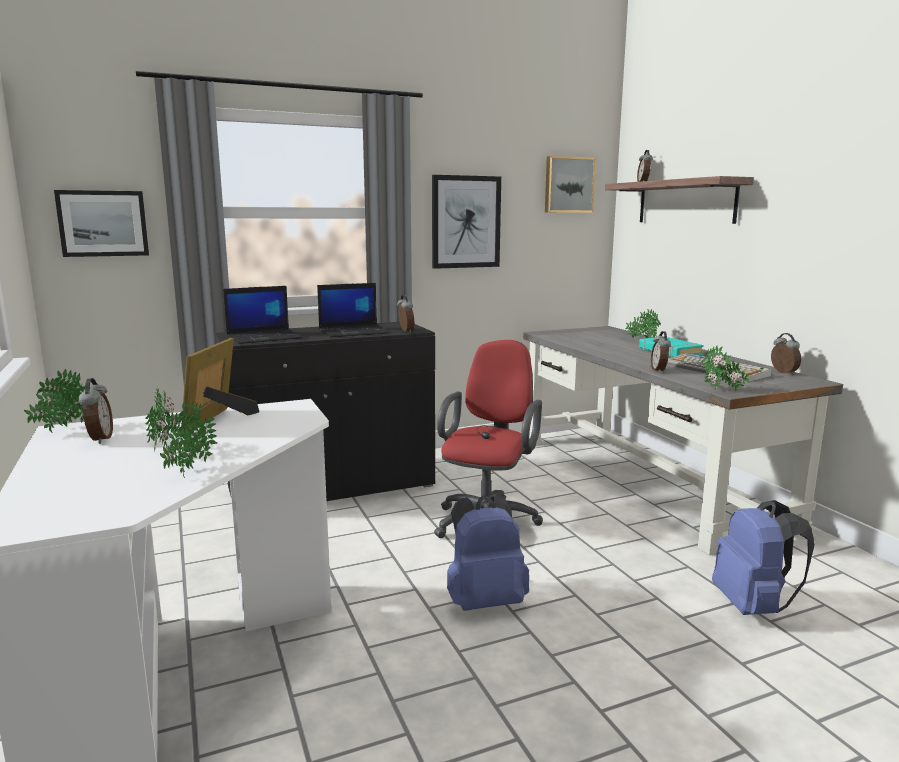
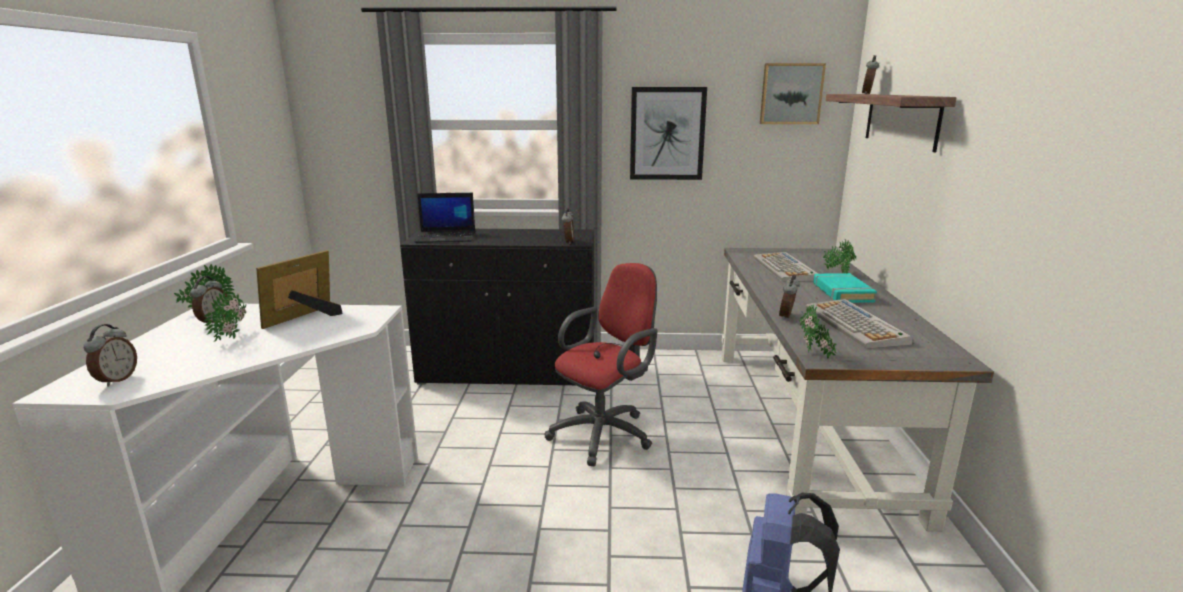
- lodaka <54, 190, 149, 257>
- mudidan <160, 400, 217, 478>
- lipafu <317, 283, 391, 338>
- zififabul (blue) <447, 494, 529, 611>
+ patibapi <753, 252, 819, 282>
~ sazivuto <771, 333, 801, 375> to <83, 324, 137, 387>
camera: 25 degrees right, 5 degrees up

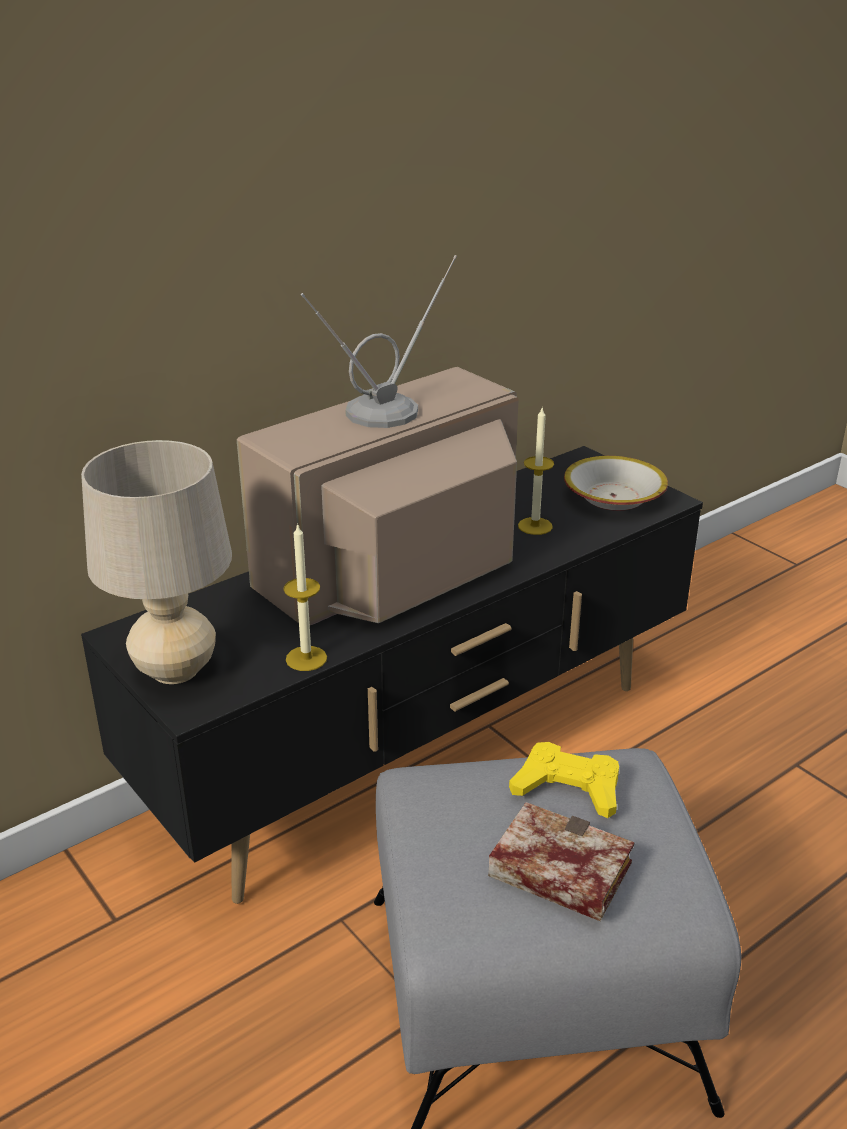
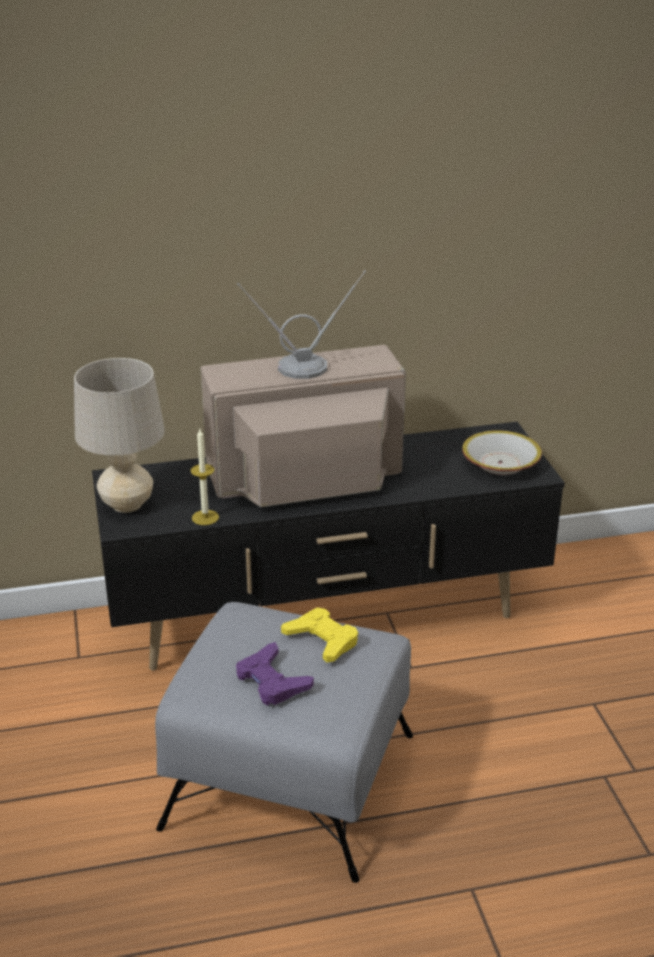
- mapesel <518, 406, 554, 535>
~ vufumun <488, 802, 634, 921> to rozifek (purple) <236, 642, 314, 705>
camera: 25 degrees right, 0 degrees up

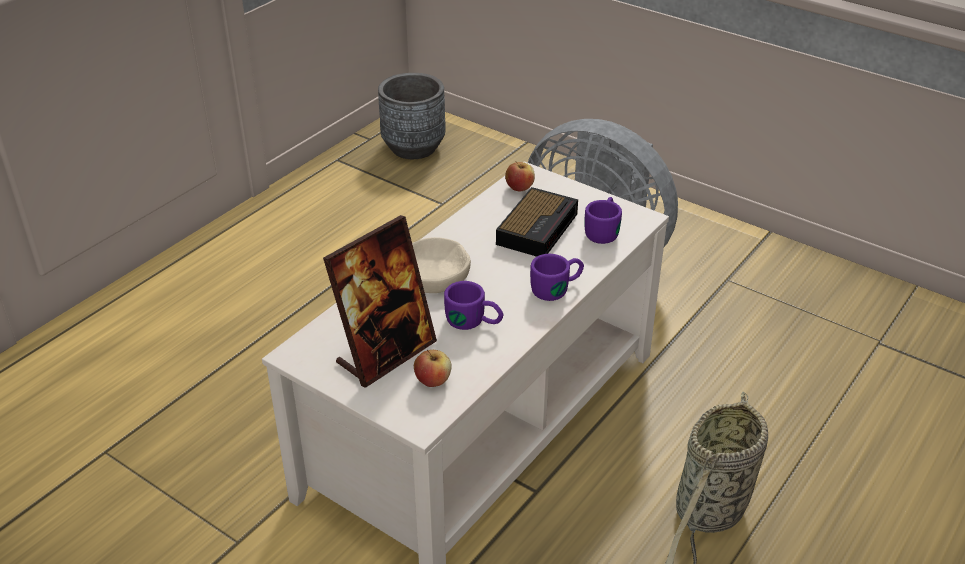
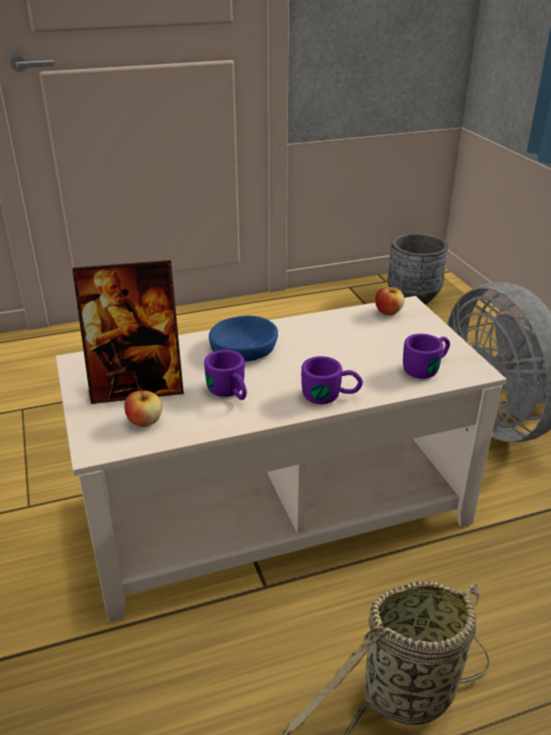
- sazivuto <496, 187, 578, 257>
~ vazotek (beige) <412, 237, 471, 293> to vazotek (blue) <209, 316, 278, 362>
camera: 35 degrees right, 5 degrees down

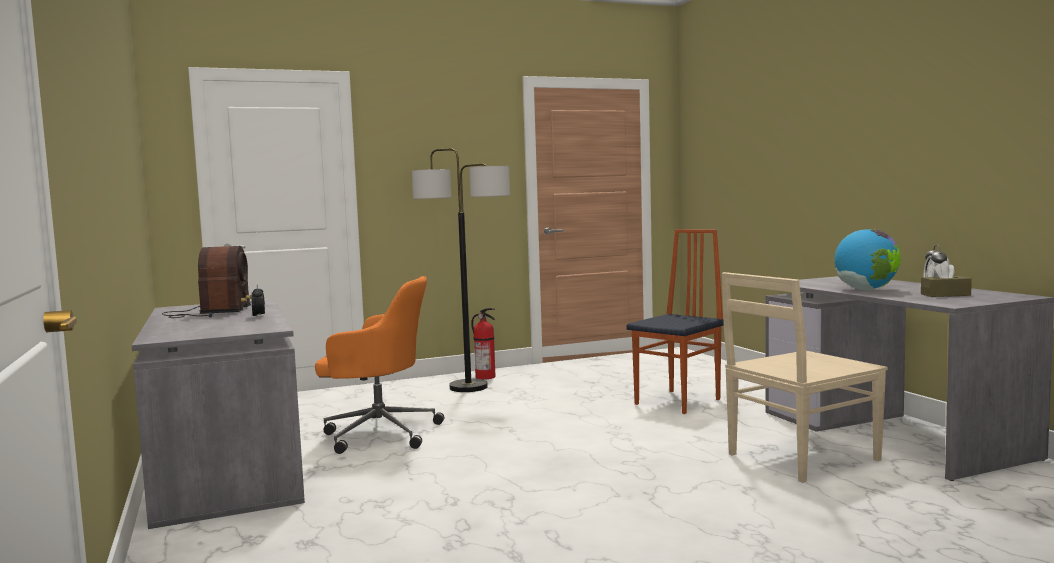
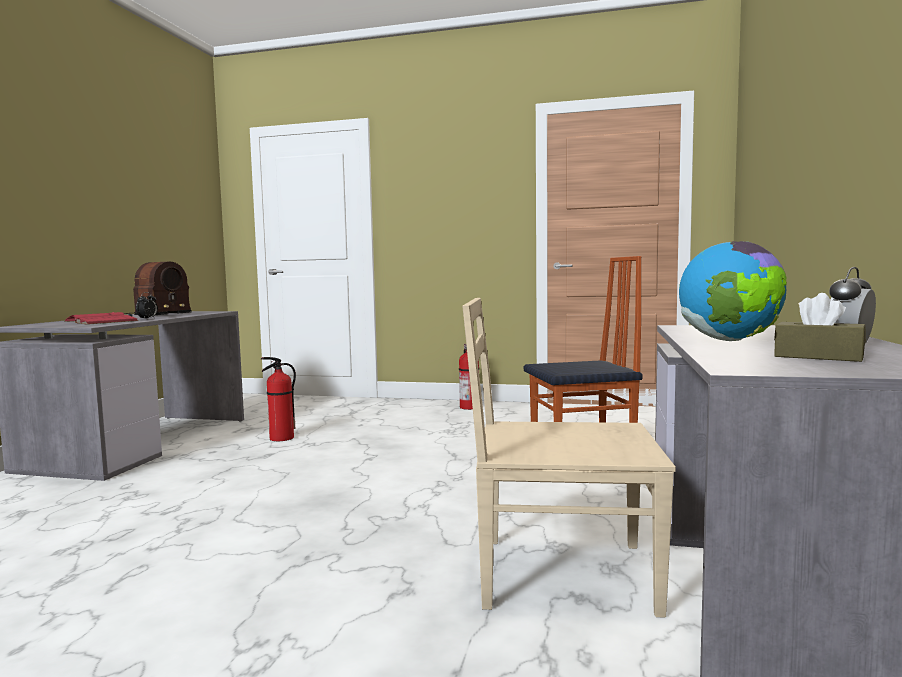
- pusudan <412, 148, 510, 392>
+ vufumun (red) <64, 312, 138, 325>
~ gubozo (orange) <315, 276, 444, 454> to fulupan <261, 357, 296, 441>
camera: 35 degrees right, 0 degrees up

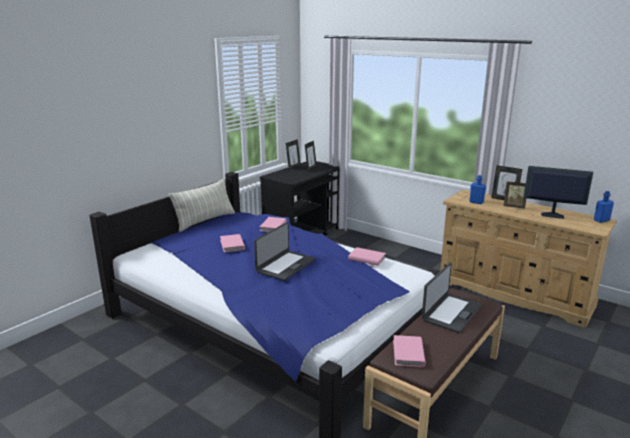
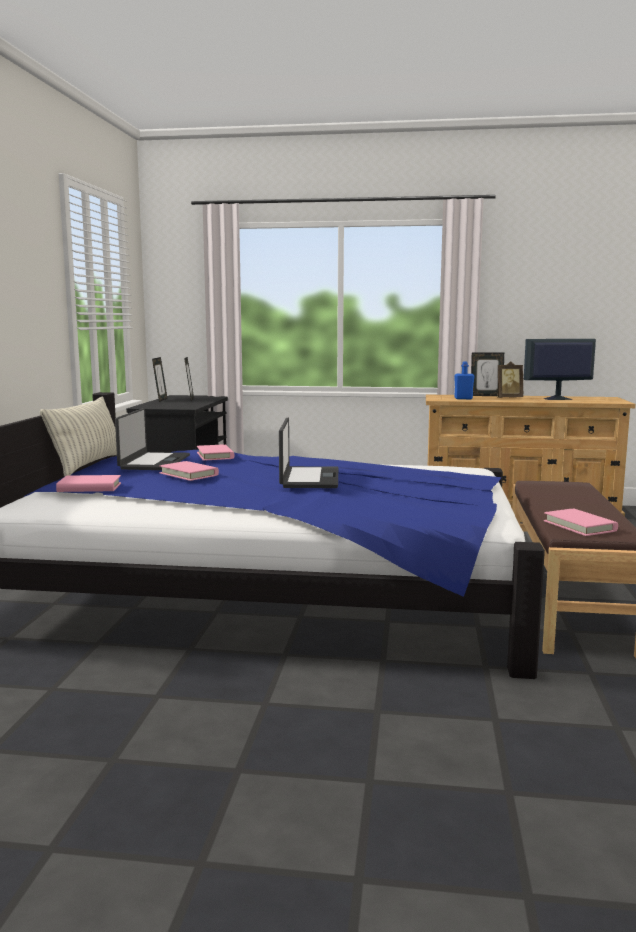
- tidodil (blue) <594, 191, 614, 223>
~ vufumun (pink) <348, 247, 386, 266> to <56, 475, 121, 492>
~ lipafu <422, 263, 482, 333> to <115, 408, 190, 470>
camera: 30 degrees left, 10 degrees down

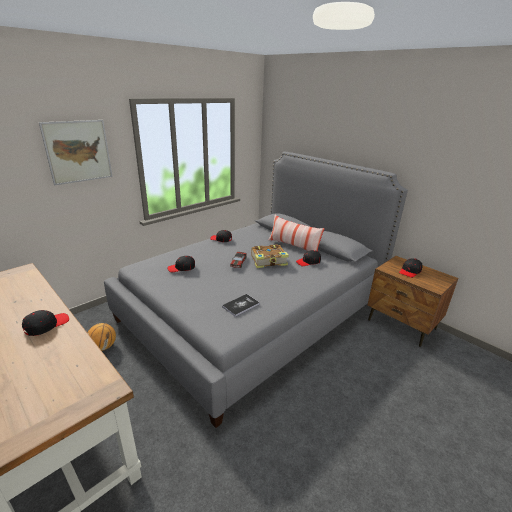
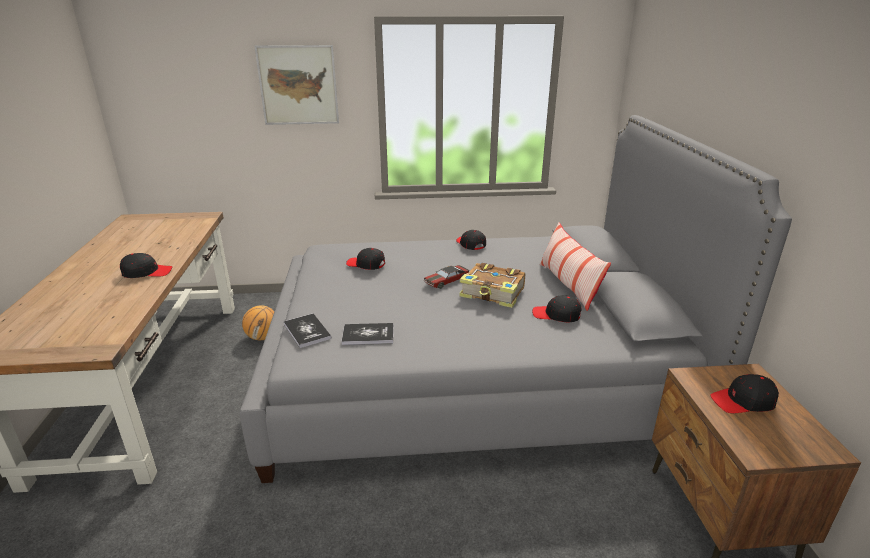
+ vufumun <284, 314, 331, 348>
camera: 40 degrees right, 0 degrees up

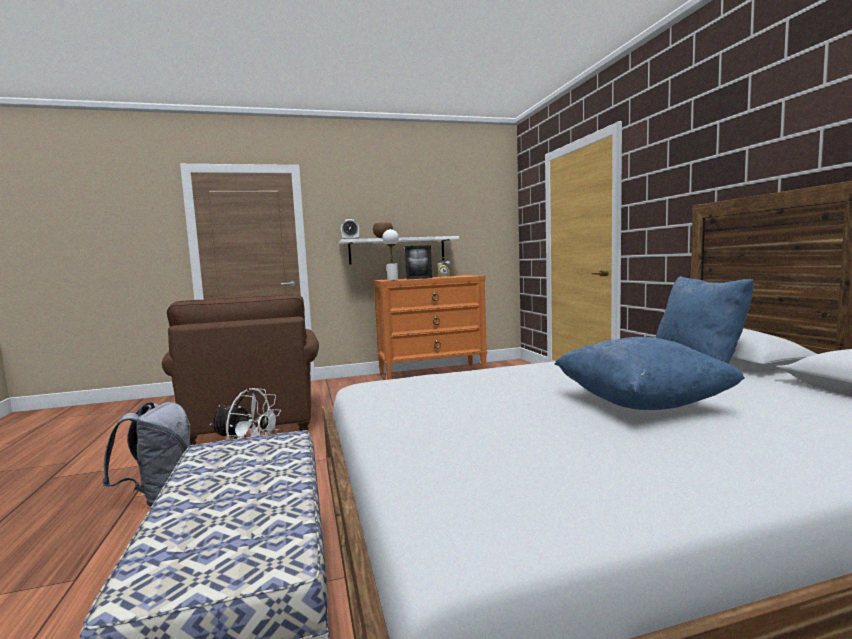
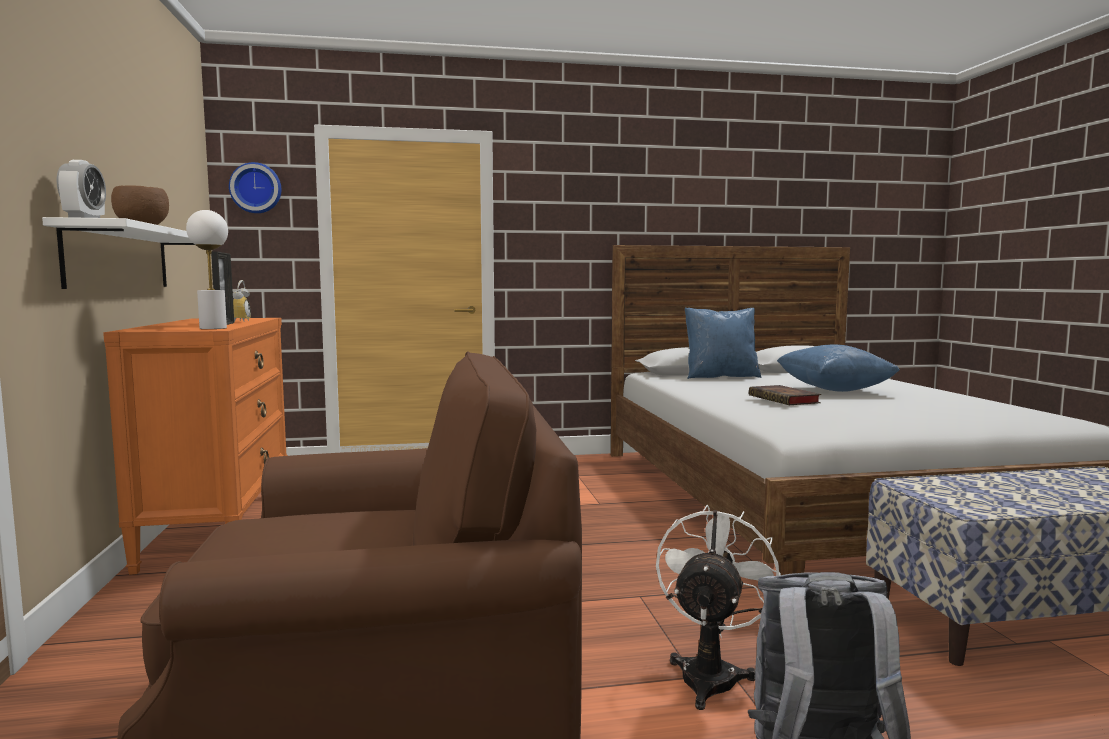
+ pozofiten <229, 162, 281, 213>
+ vufumun <749, 385, 821, 405>
camera: 85 degrees left, 0 degrees up

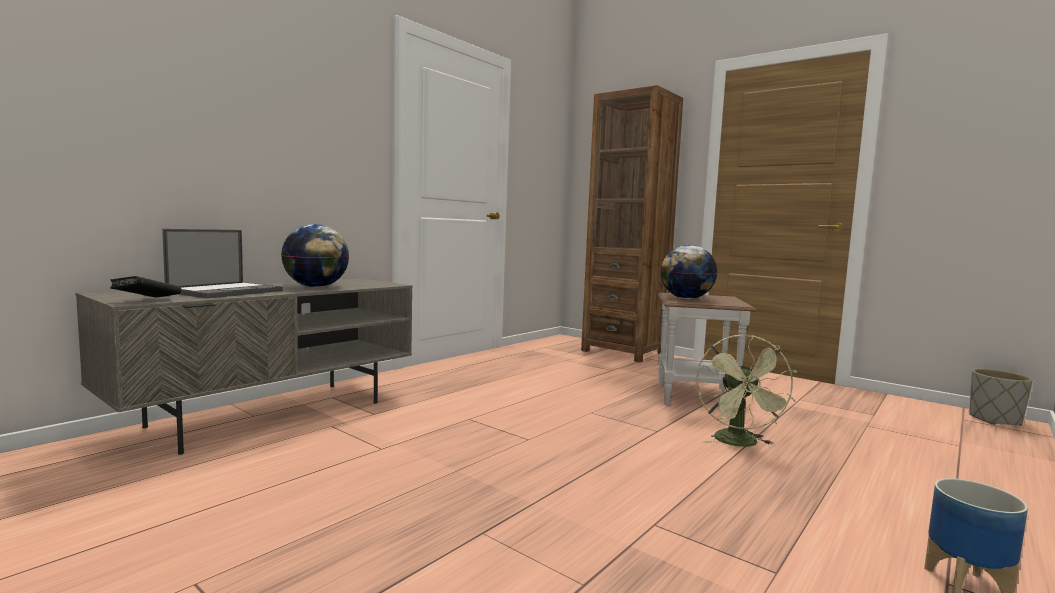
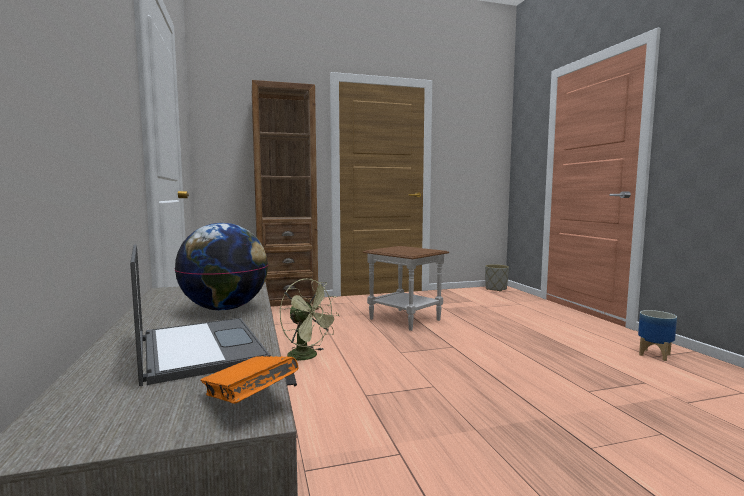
- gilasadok <661, 245, 717, 299>
~ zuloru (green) <696, 334, 797, 447> to <280, 278, 339, 361>
~ vufumun (black) <110, 276, 181, 298> to vufumun (orange) <201, 356, 299, 404>
camera: 55 degrees left, 0 degrees up

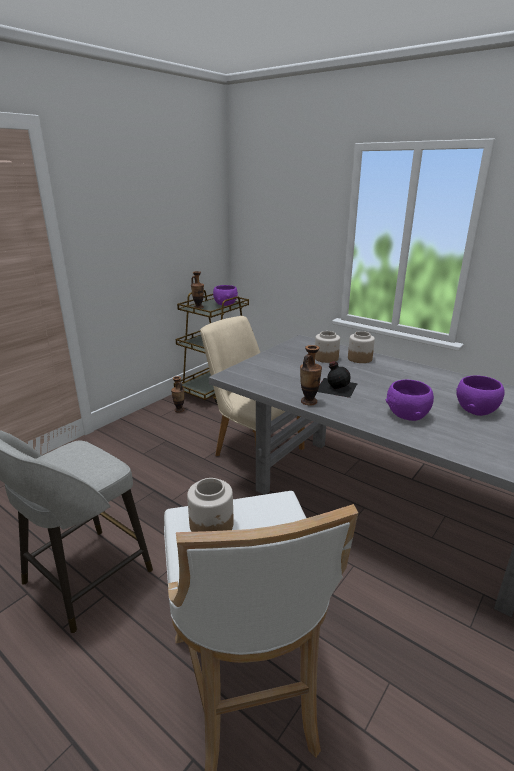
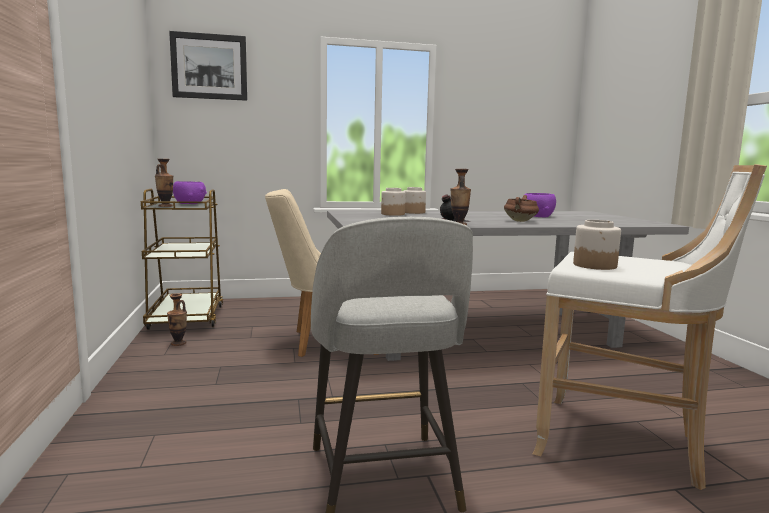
+ lodaka <169, 31, 247, 101>
~ vazotek (purple) <386, 380, 434, 421> to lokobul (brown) <504, 195, 539, 222>
camera: 50 degrees left, 15 degrees down

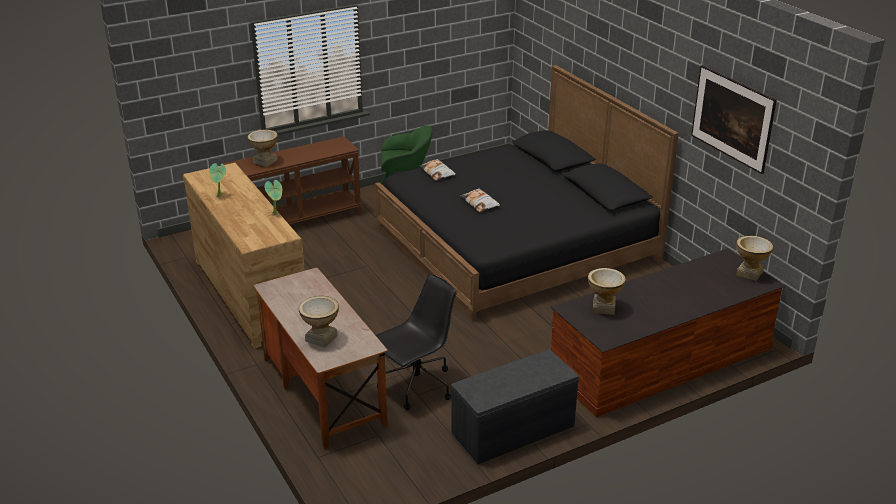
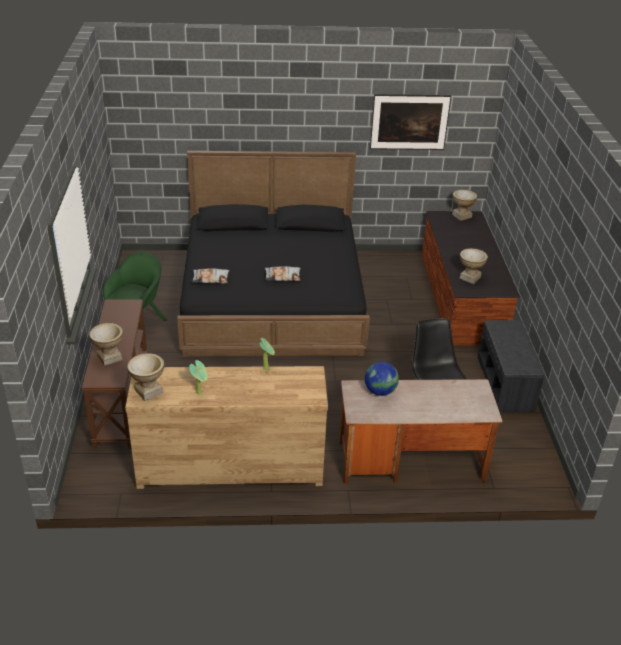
+ gilasadok <365, 362, 399, 396>
~ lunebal <299, 296, 339, 348> to <127, 353, 164, 401>
camera: 65 degrees left, 5 degrees up

